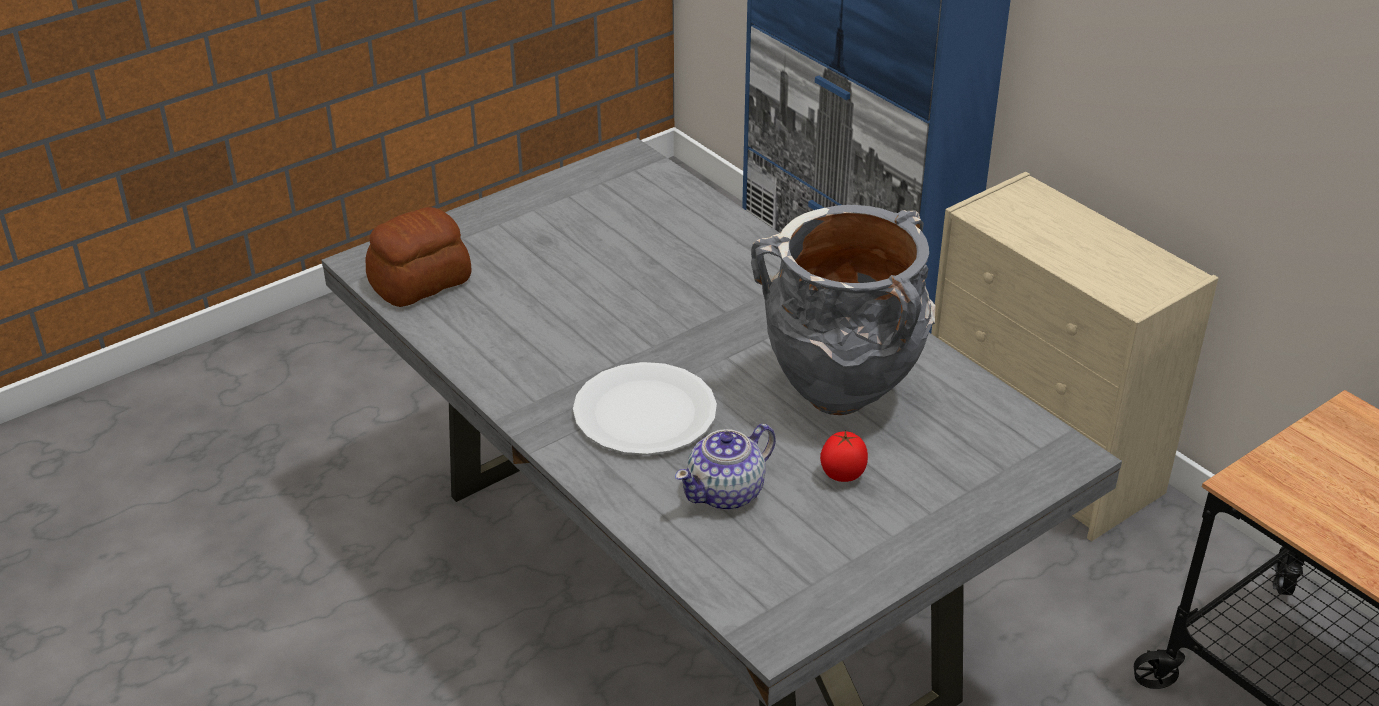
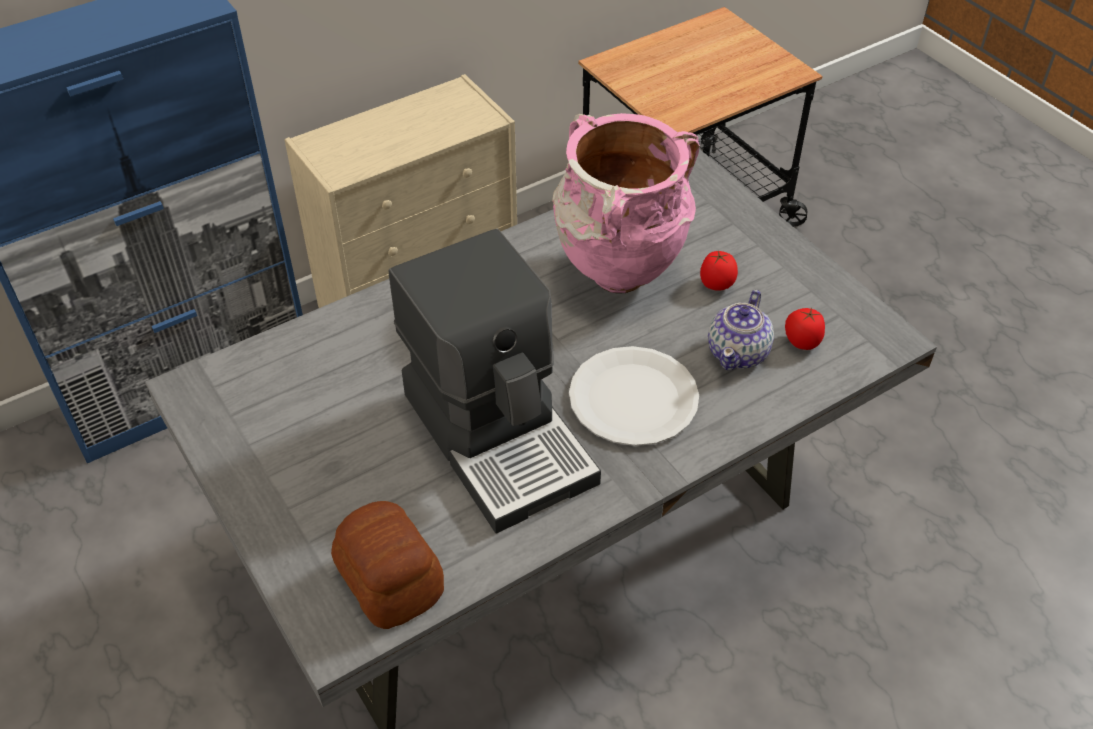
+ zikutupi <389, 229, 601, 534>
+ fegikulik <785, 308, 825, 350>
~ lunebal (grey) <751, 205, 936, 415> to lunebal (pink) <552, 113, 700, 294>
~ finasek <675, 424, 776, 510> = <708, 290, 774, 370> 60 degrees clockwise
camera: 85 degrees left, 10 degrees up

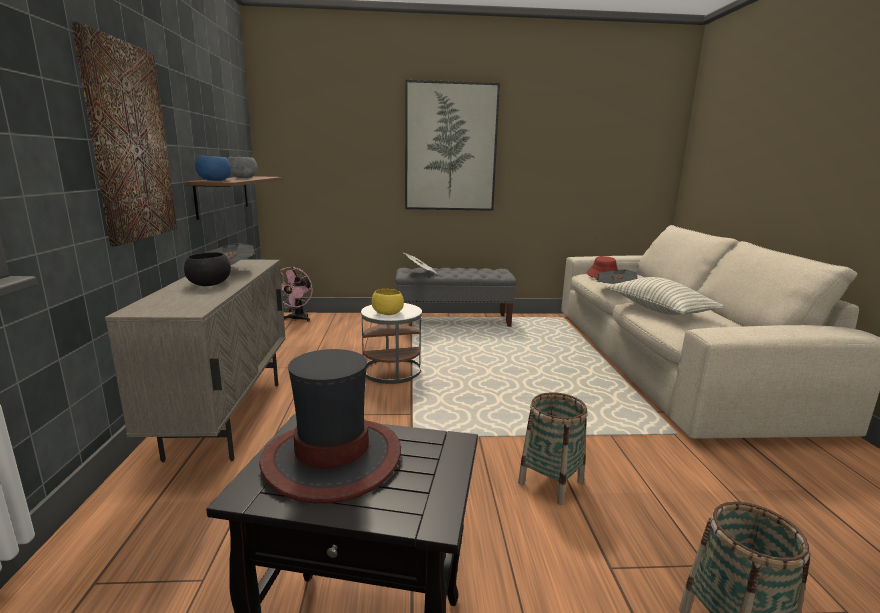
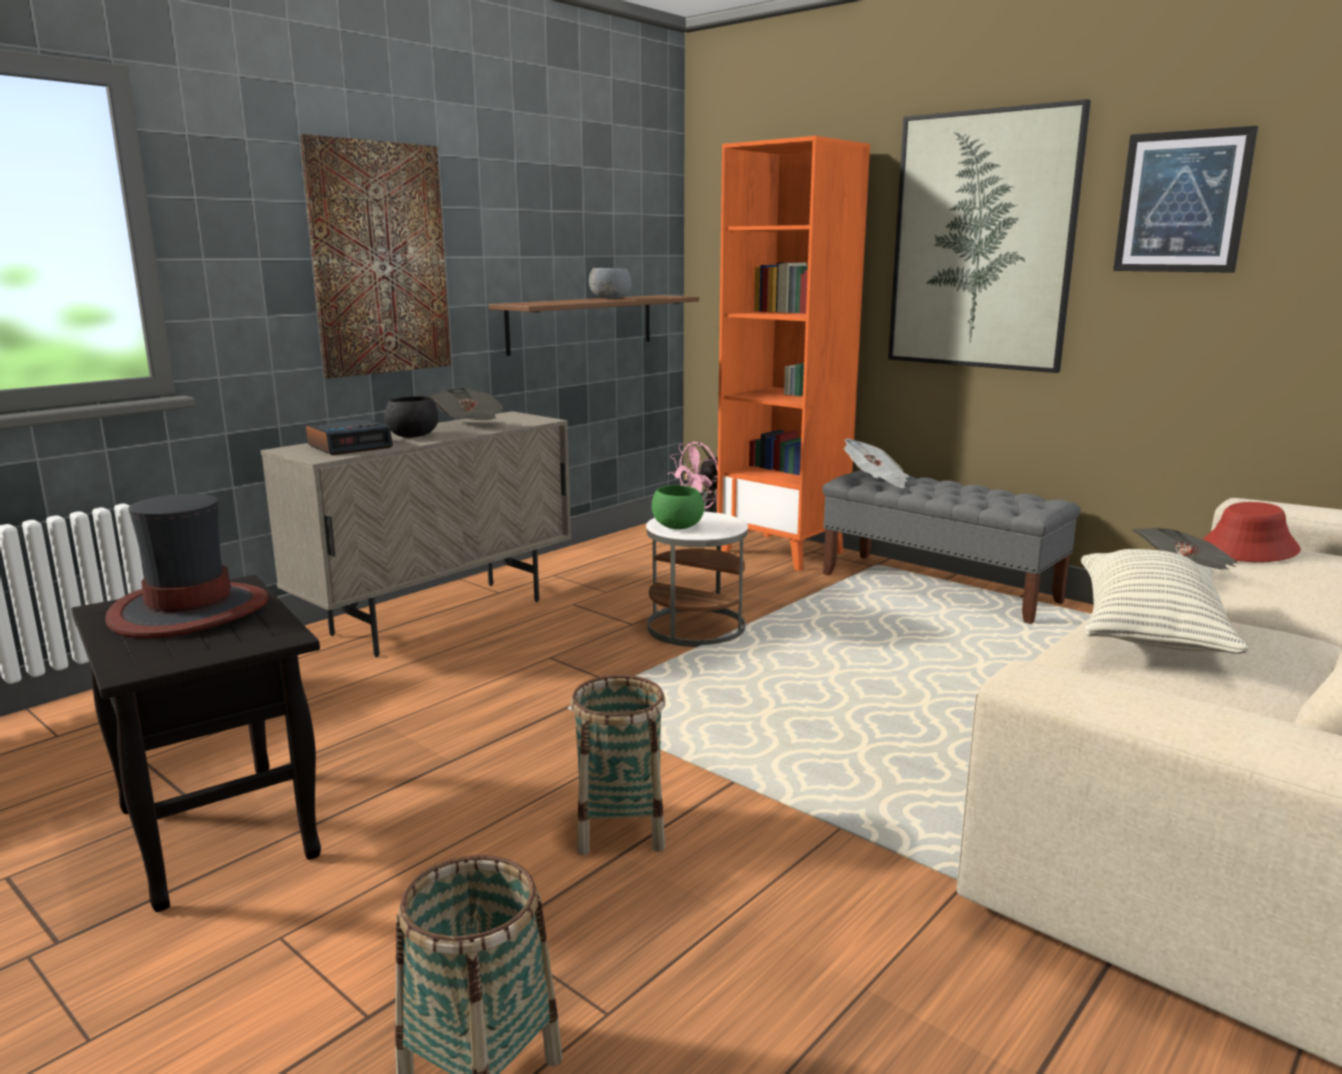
- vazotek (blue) <195, 156, 231, 181>
+ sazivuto <306, 419, 393, 455>
+ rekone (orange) <717, 136, 870, 571>
+ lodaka <1113, 126, 1258, 273>
~ vazotek (yellow) <372, 289, 404, 315> to vazotek (green) <652, 485, 704, 529>
camera: 45 degrees right, 0 degrees up

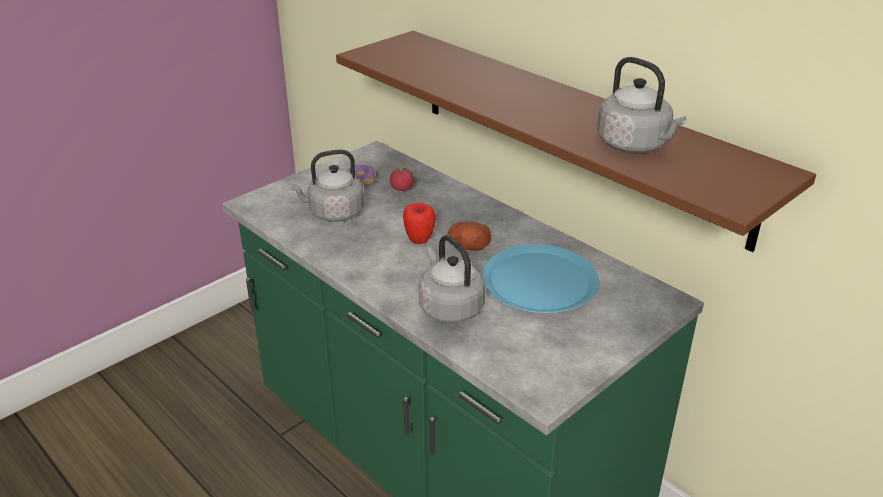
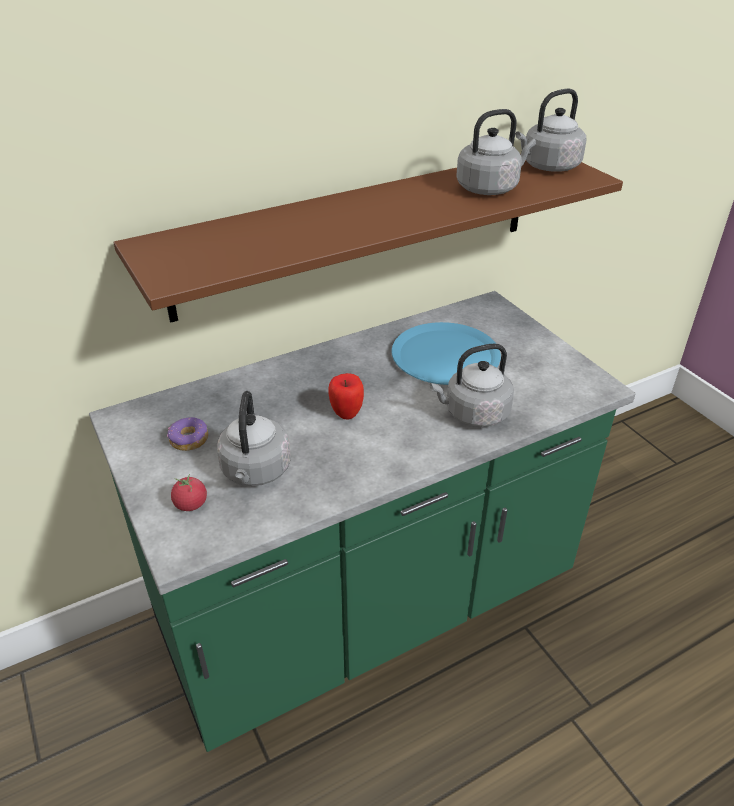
- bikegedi <448, 222, 491, 251>
+ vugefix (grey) <515, 89, 586, 172>
~ fegikulik <390, 165, 414, 191> to <171, 474, 207, 511>
camera: 75 degrees left, 5 degrees up

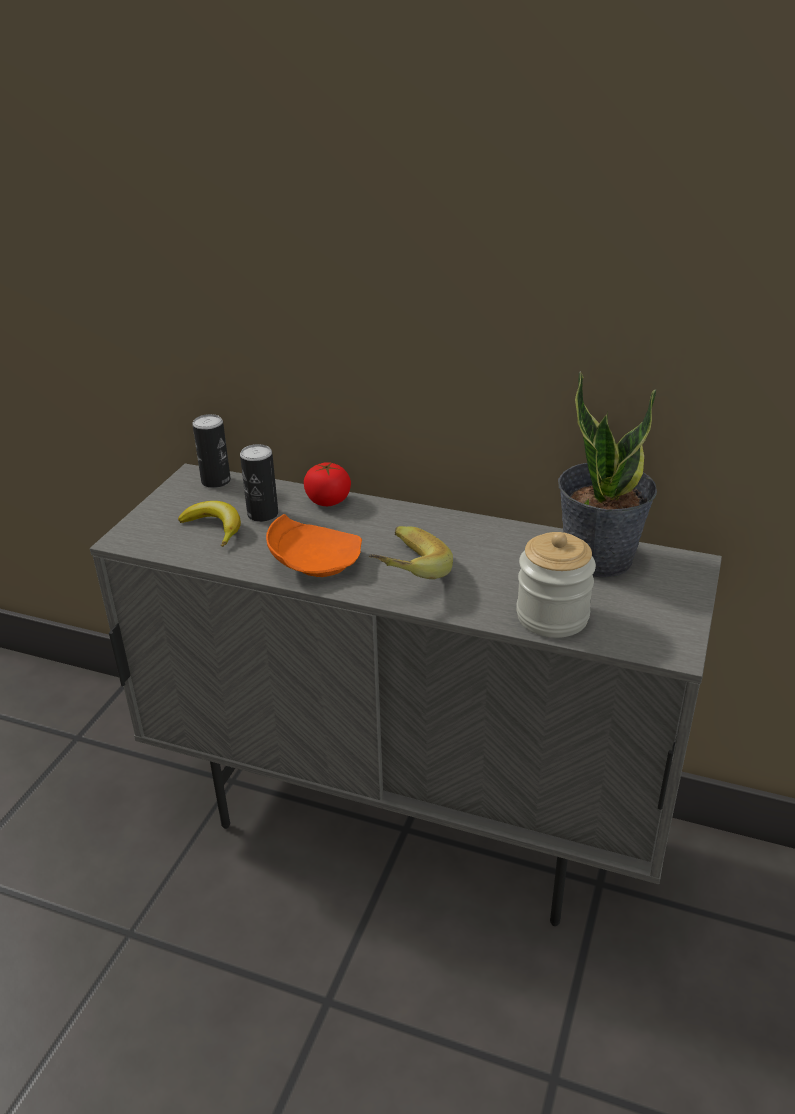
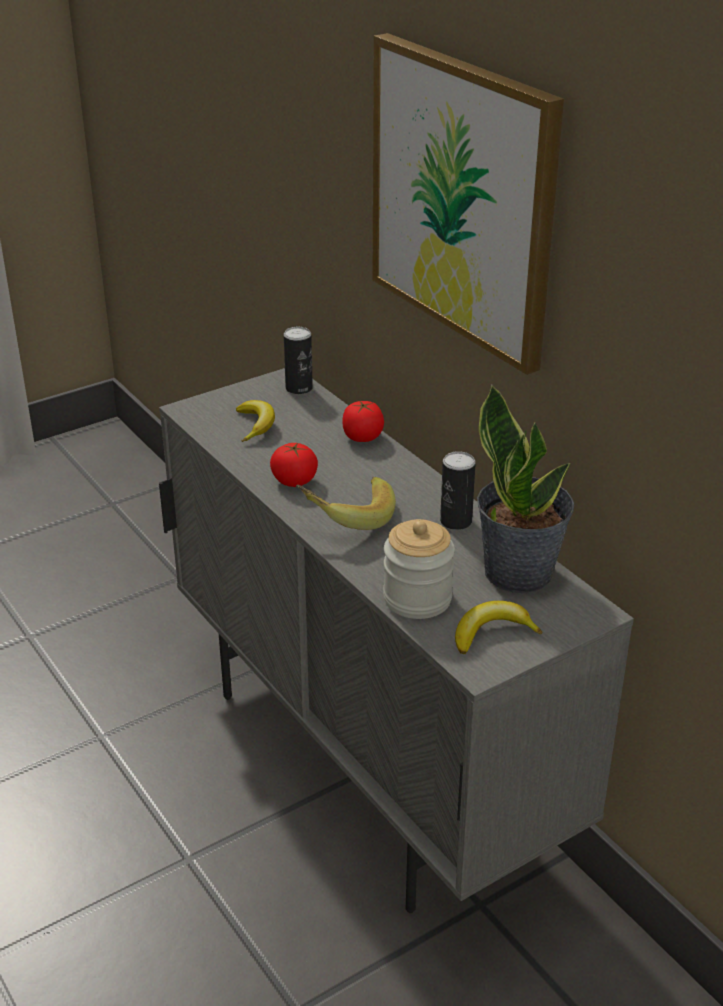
+ lodaka <372, 33, 564, 375>
+ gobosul <455, 601, 543, 654>
~ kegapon <240, 444, 278, 522> to <440, 451, 476, 530>
~ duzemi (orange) <266, 514, 362, 577> to fegikulik <270, 443, 318, 487>
camera: 35 degrees right, 0 degrees up

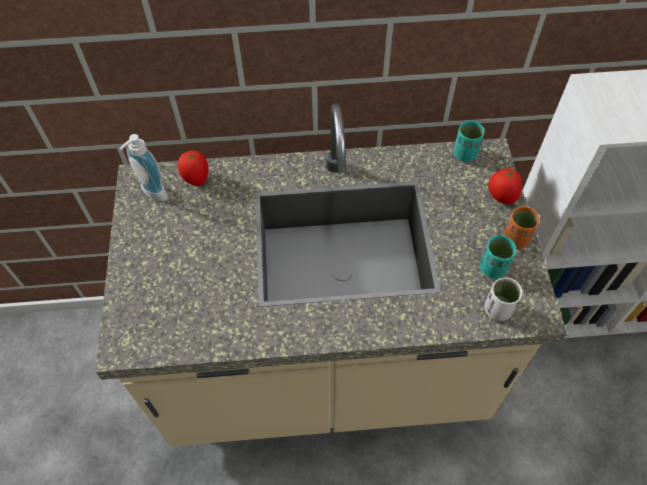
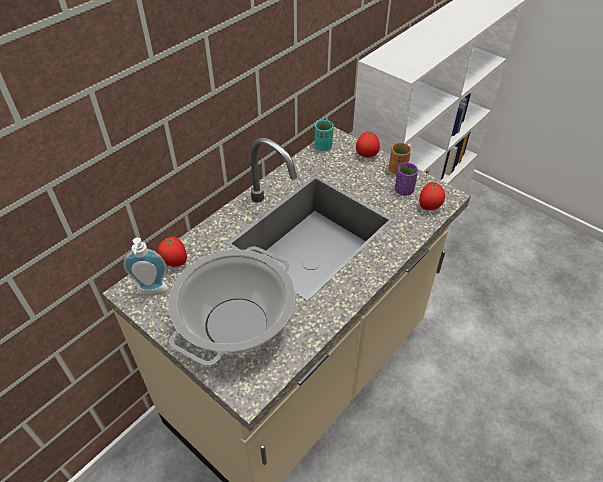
+ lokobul <168, 247, 295, 366>
~ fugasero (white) <485, 277, 523, 321> to fegikulik <419, 182, 445, 210>
~ fugasero (turquoise) <480, 236, 516, 279> to fugasero (purple) <395, 163, 418, 196>
camera: 45 degrees left, 10 degrees down

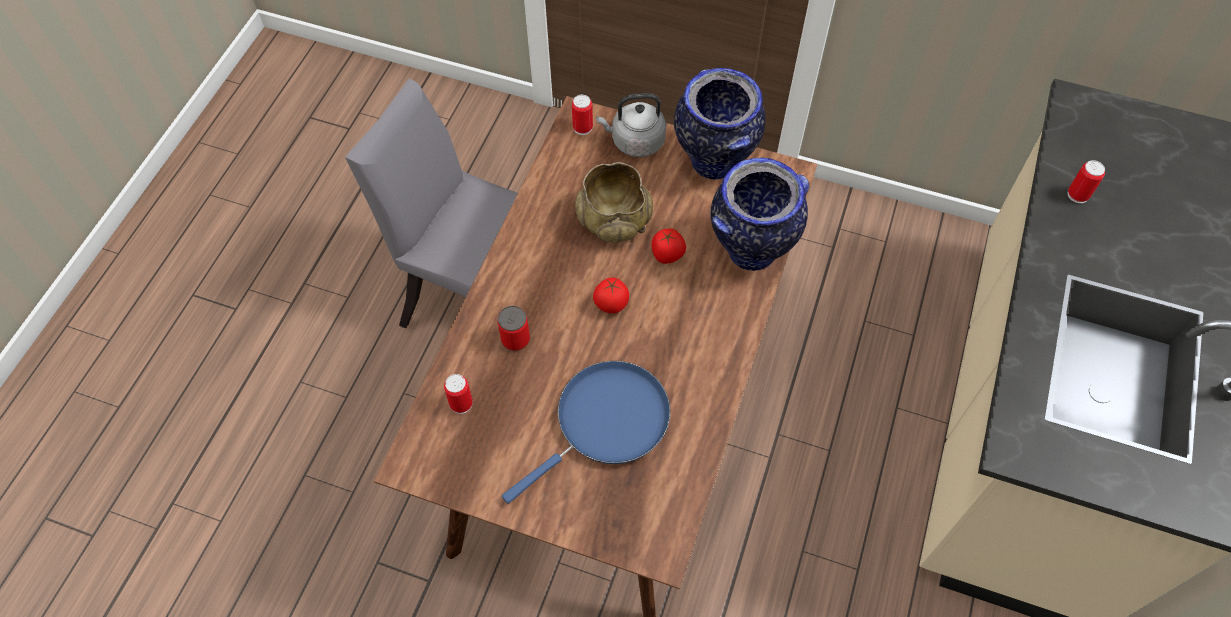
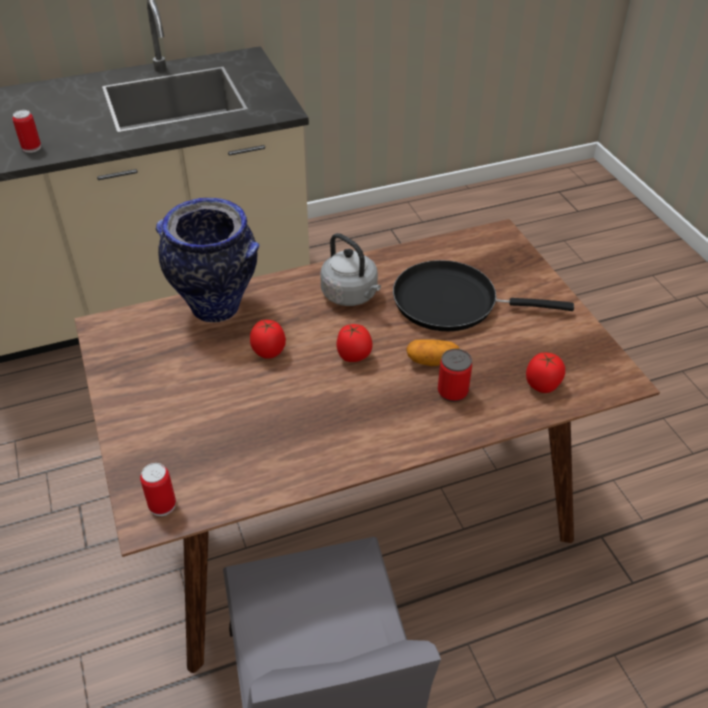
- vazotek (beige) <575, 162, 653, 243>
- lunebal <674, 68, 765, 180>
+ bikegedi <406, 339, 459, 366>
~ vugefix (grey) <596, 93, 666, 157> to <321, 233, 381, 306>
~ kegapon <444, 374, 473, 414> to fegikulik <526, 353, 565, 393>
~ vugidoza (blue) <502, 361, 670, 504> to vugidoza (black) <393, 260, 574, 331>
camera: 130 degrees left, 15 degrees down

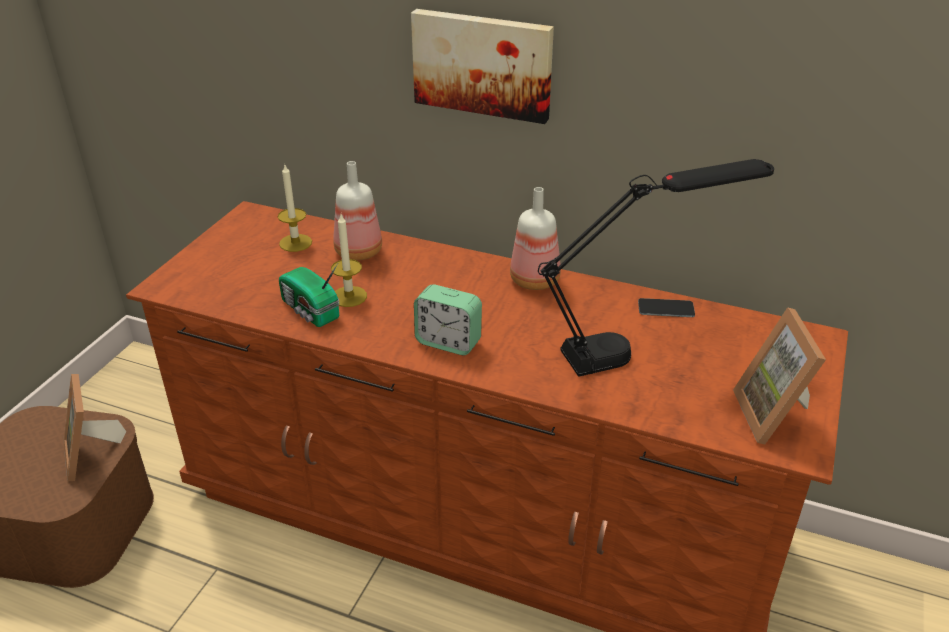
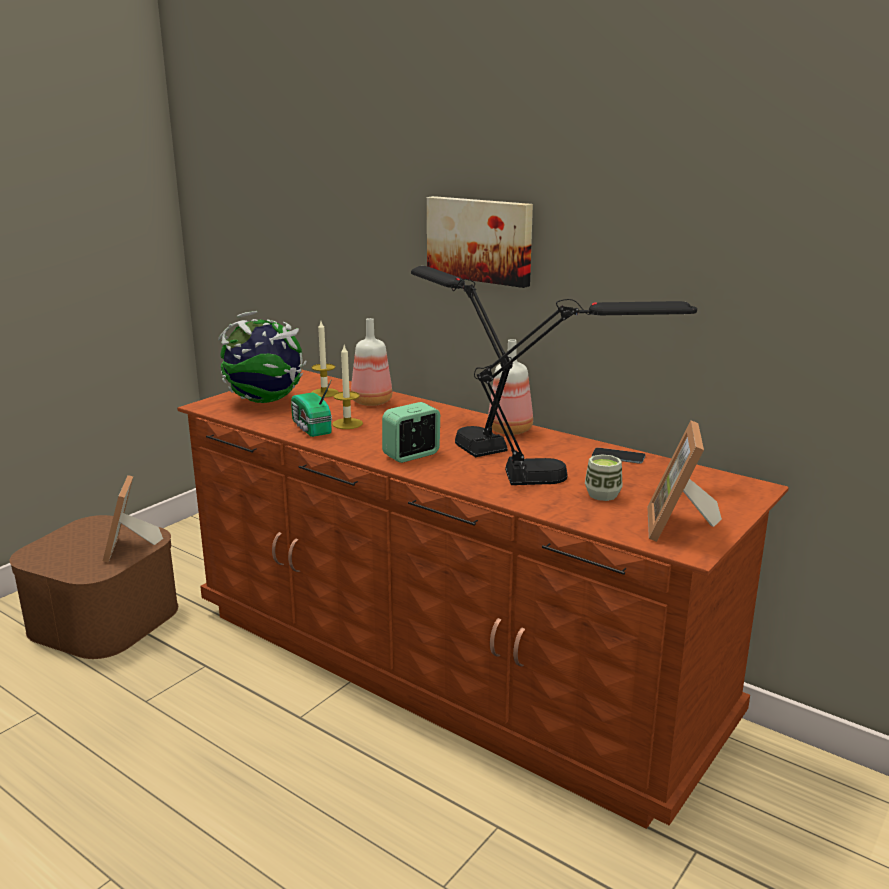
+ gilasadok <218, 311, 307, 403>
+ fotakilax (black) <411, 266, 513, 457>
+ fugasero <585, 454, 623, 501>
~ sazivuto <414, 284, 482, 355> = <382, 402, 440, 463> 105 degrees clockwise
camera: 15 degrees right, 15 degrees down

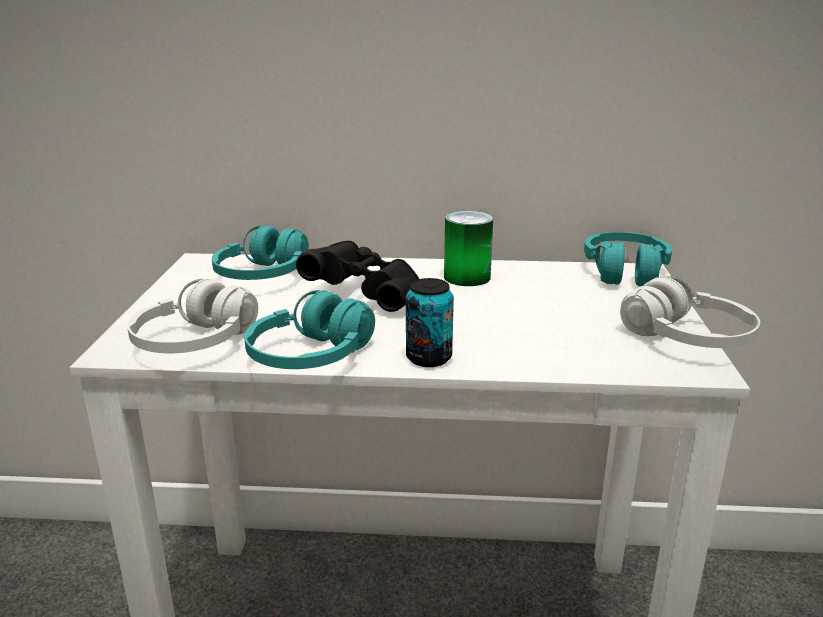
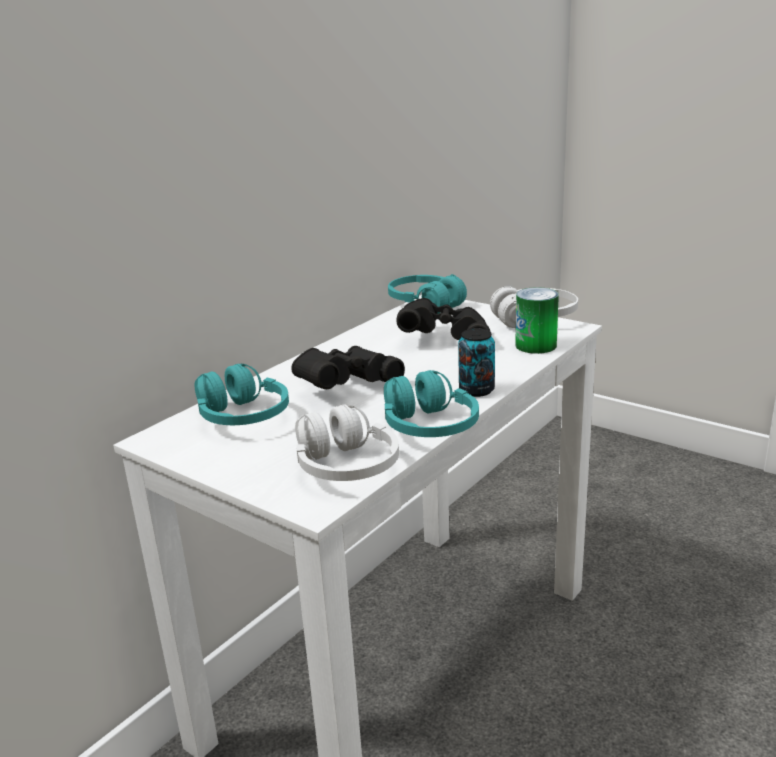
+ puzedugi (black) <396, 298, 490, 340>
~ kegapon <444, 211, 493, 286> to <515, 287, 559, 354>
camera: 55 degrees left, 0 degrees up

